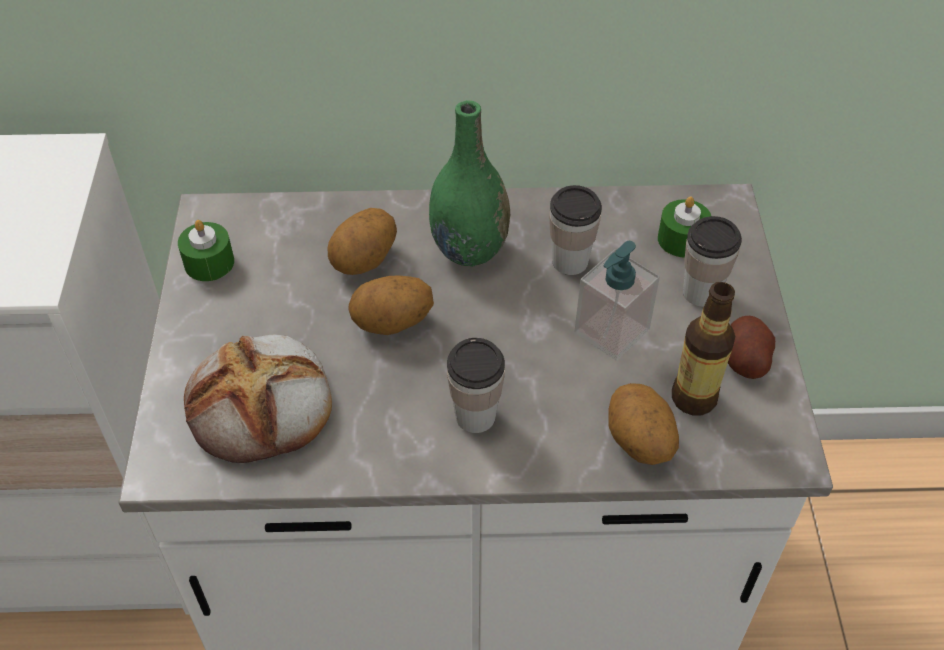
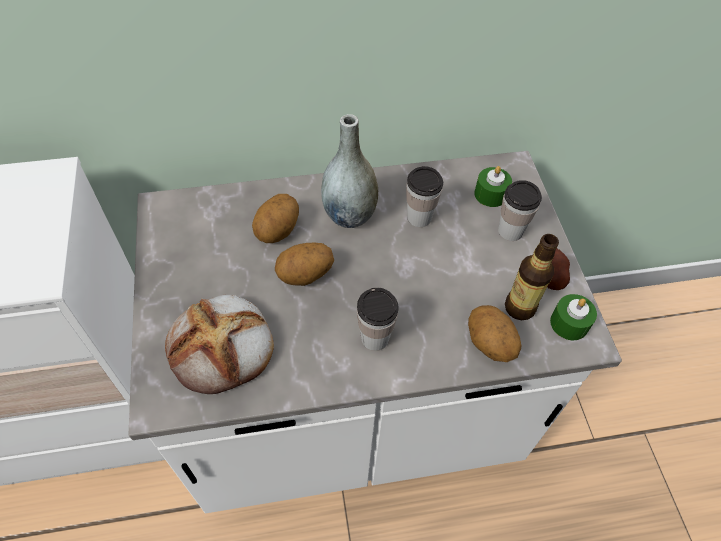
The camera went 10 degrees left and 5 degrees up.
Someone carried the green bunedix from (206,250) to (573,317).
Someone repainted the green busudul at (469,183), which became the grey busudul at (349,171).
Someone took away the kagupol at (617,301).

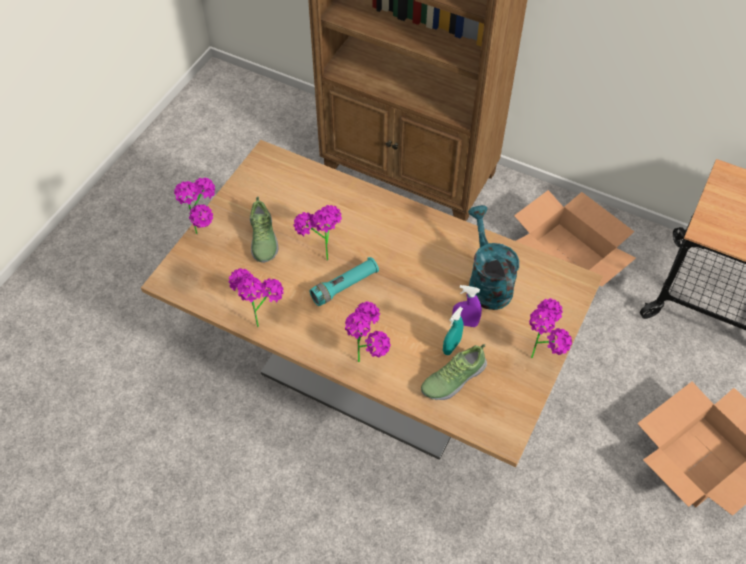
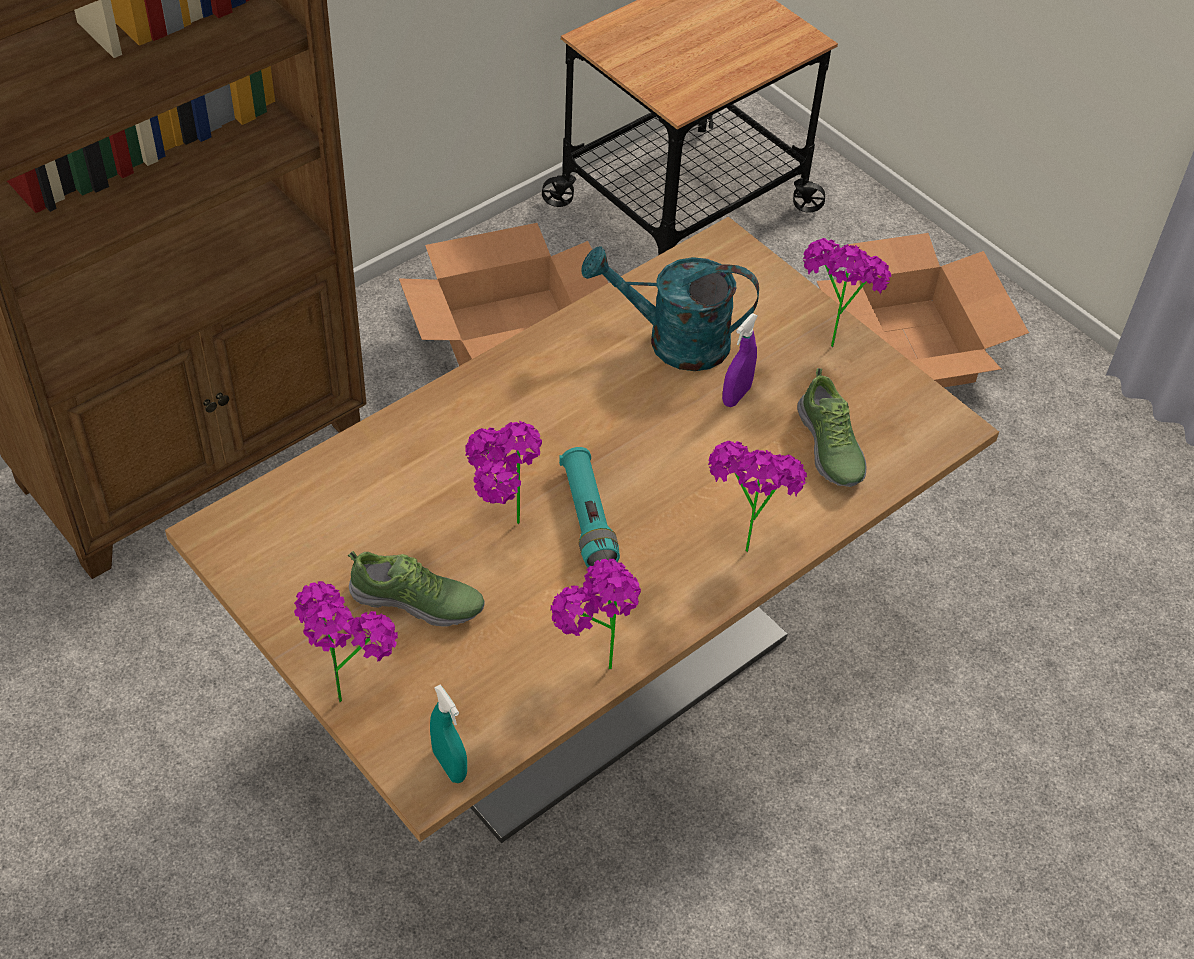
The camera went 70 degrees left and 5 degrees down.
Someone carried the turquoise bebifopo from (453,331) to (448,734).

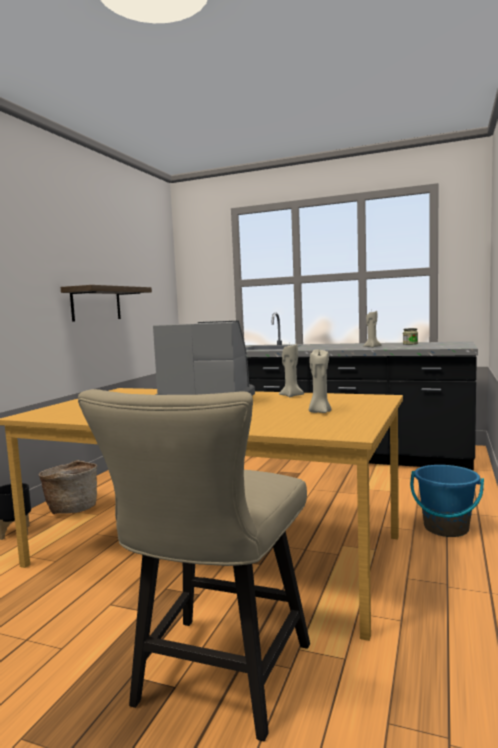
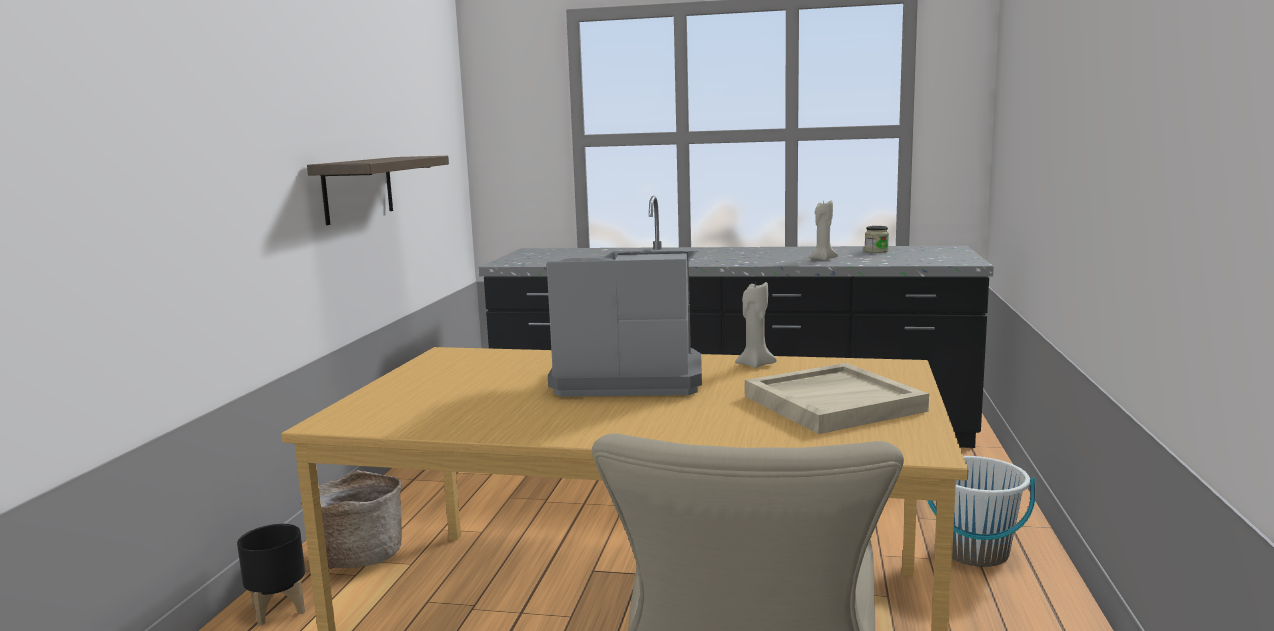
The camera went 10 degrees left and 5 degrees up.
Someone swapped the beige bunedix at (320,381) for the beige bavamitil at (837,398).
Someone repainted the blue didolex at (447,501), which became the white didolex at (981,511).

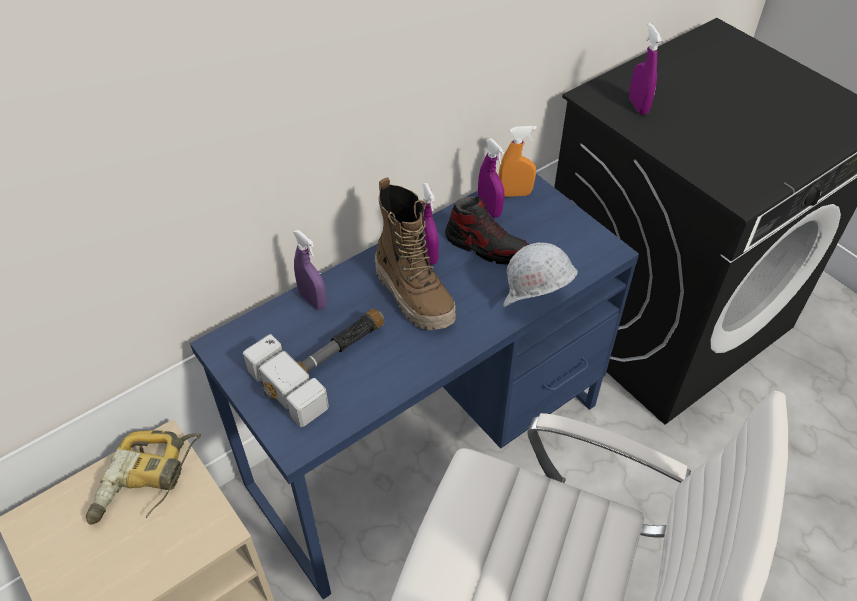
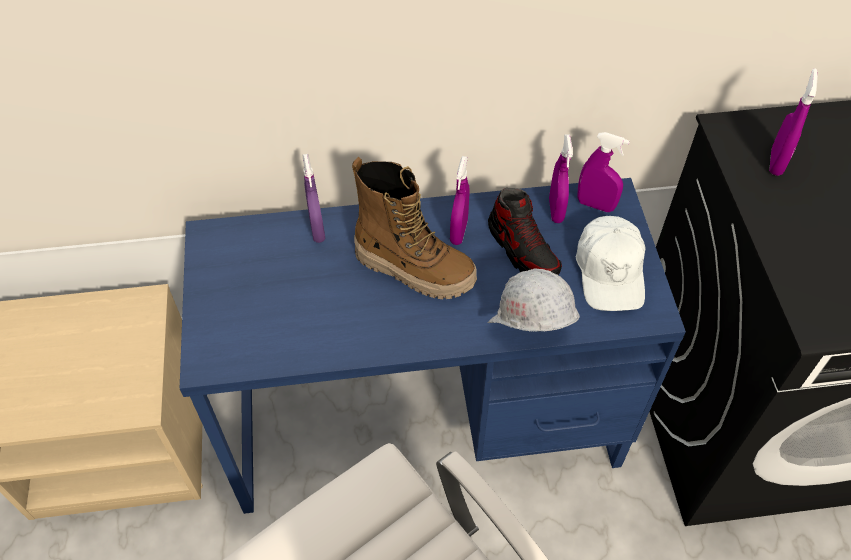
The camera went 30 degrees right and 5 degrees up.
Someone took away the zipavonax at (143,477).
Someone took away the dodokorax at (313,368).
Someone rotated the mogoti at (415,253) by 60 degrees counterclockwise.
Someone repainted the orange bebifopo at (517,161), which became the purple bebifopo at (604,172).
Someone put down the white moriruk at (610,263).

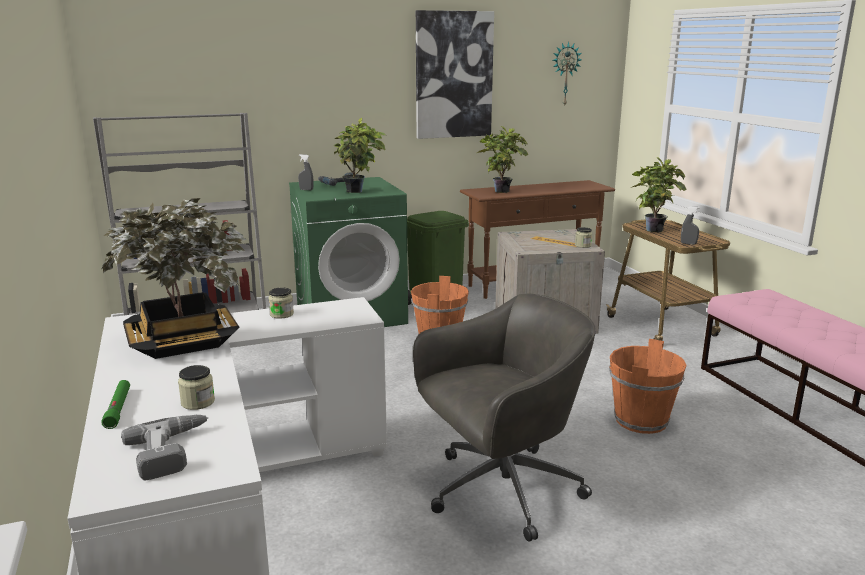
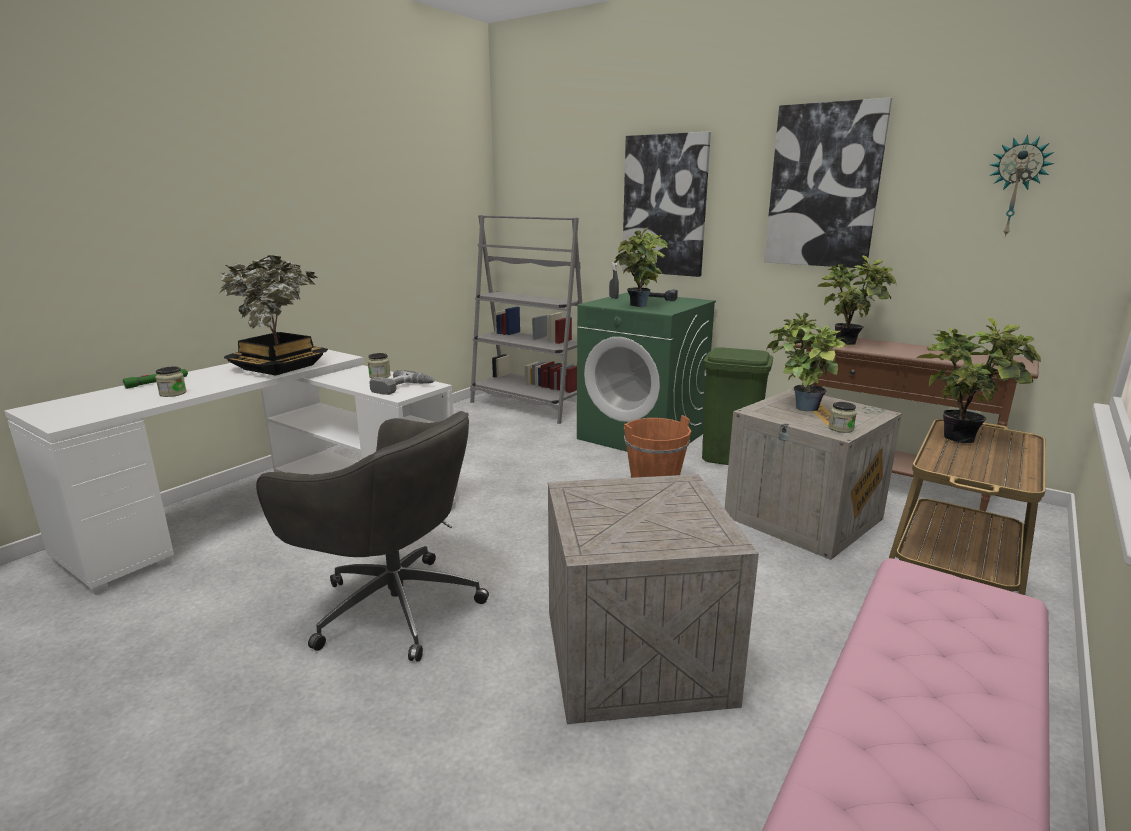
The camera went 55 degrees right and 0 degrees up.
Someone carried the zipavonax from (164,448) to (402,382).
Someone swapped the orange didolex at (647,386) for the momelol at (653,599).
Someone took away the grey bebifopo at (690,225).
Someone put up the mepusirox at (666,204).
Someone put down the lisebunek at (806,362).

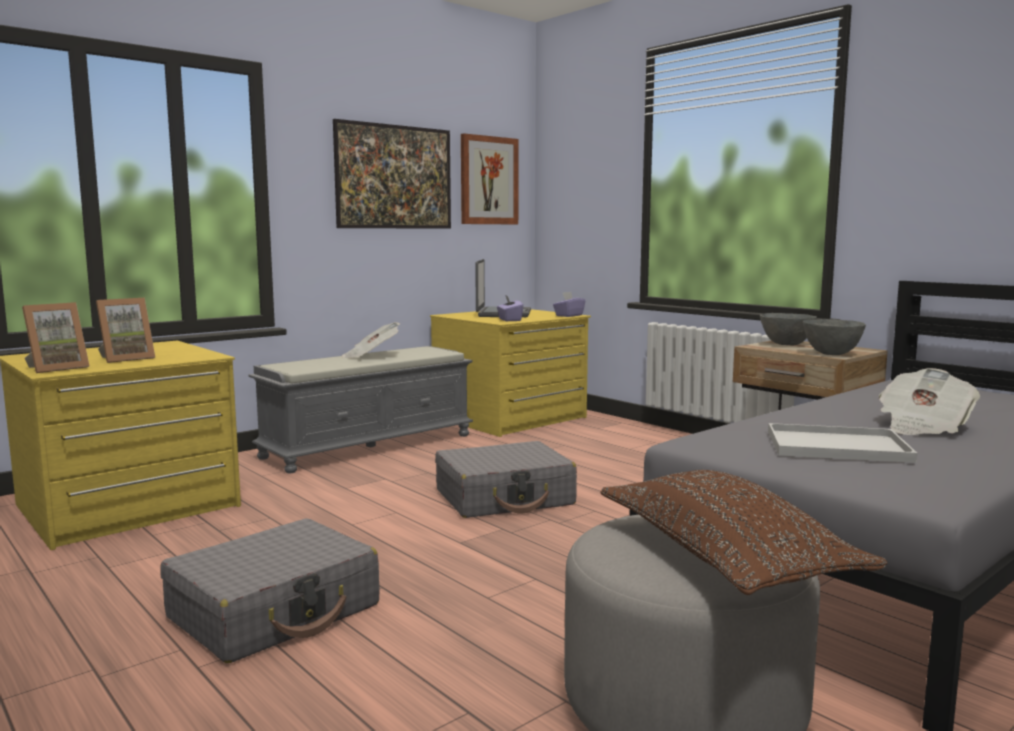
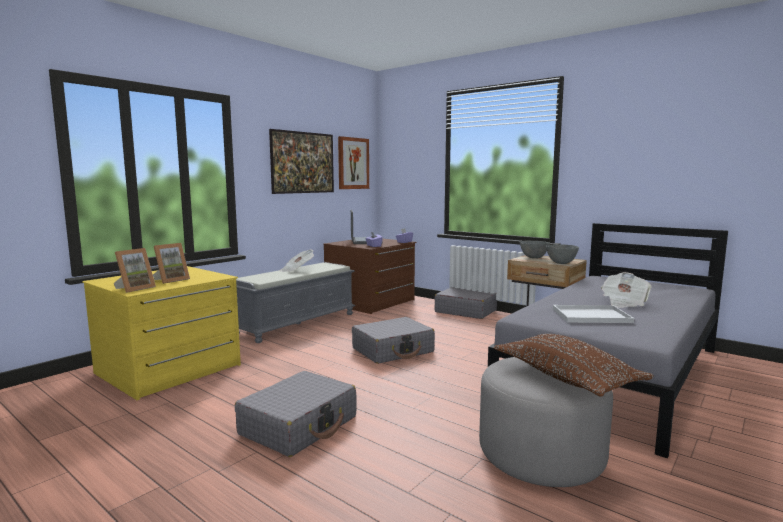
The camera went 10 degrees left and 0 degrees up.
Someone repainted the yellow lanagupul at (510,373), which became the brown lanagupul at (369,276).
Someone put down the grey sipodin at (465,303).

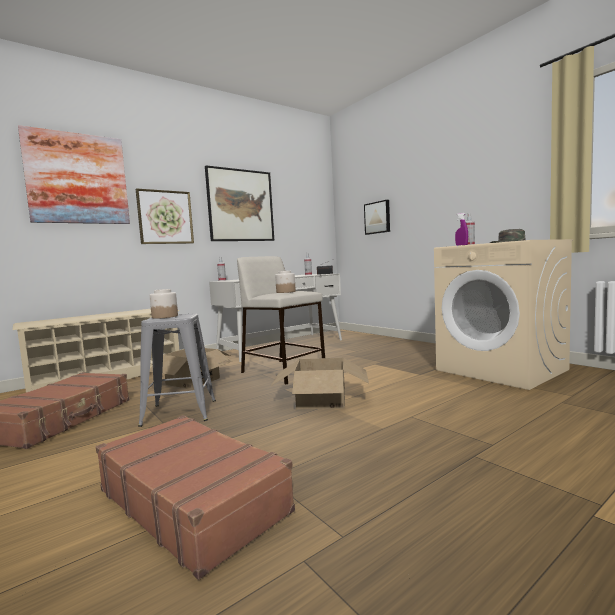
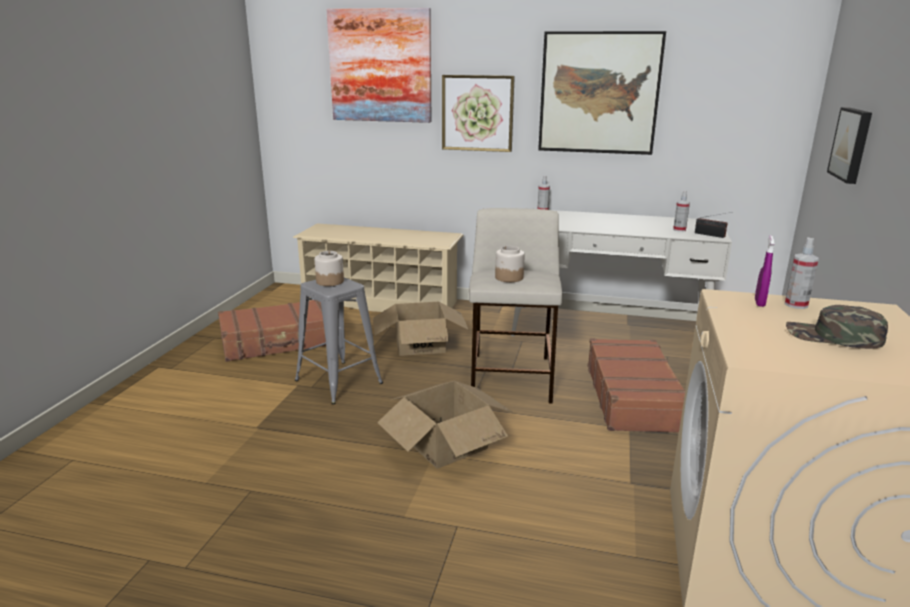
The camera went 50 degrees right and 15 degrees up.
Someone carried the brown sipodin from (195,497) to (636,385).

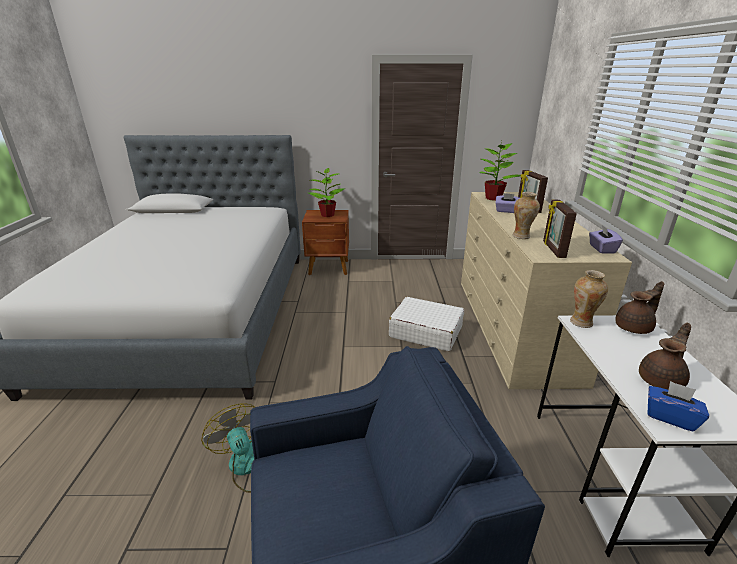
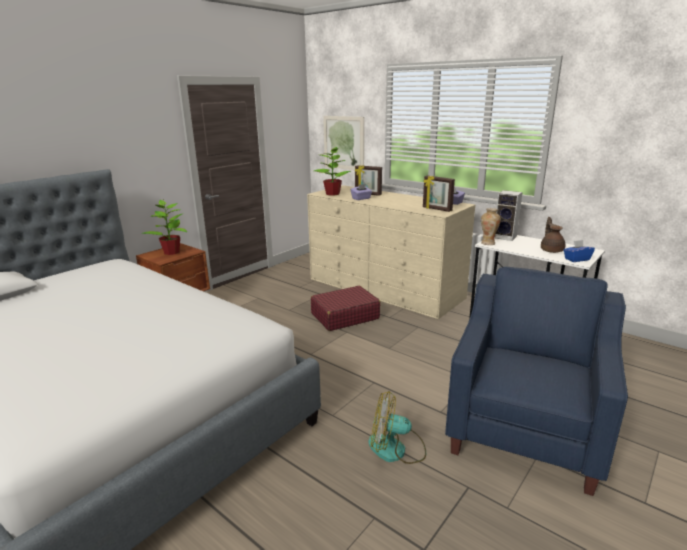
The camera went 50 degrees left and 5 degrees down.
Someone repainted the white sipodin at (426,324), which became the red sipodin at (346,308).
Someone took away the busudul at (526,215).
Someone swapped the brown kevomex at (639,307) for the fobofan at (509,215).
Someone put up the mepusirox at (343,143).

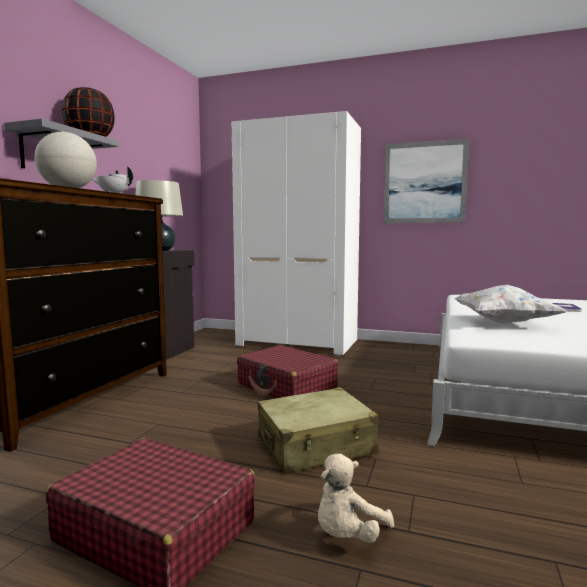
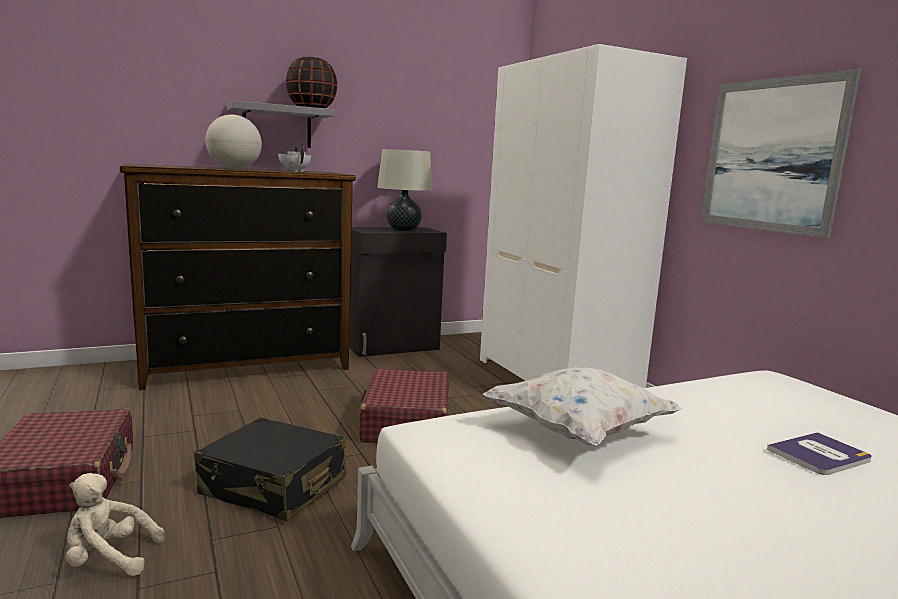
The camera went 45 degrees right and 5 degrees up.
Someone repainted the beige sipodin at (318,430), which became the black sipodin at (270,469).

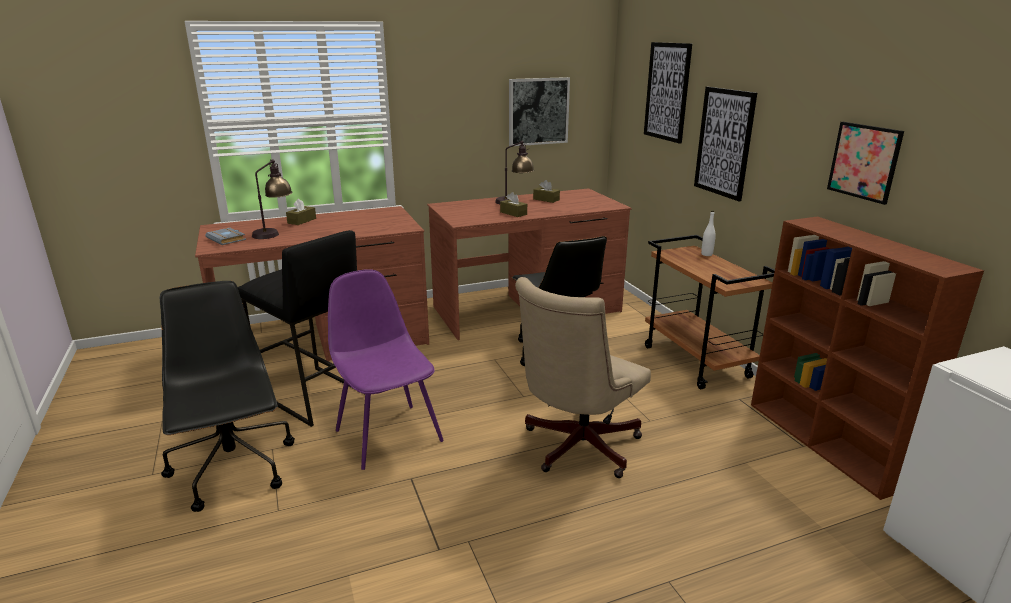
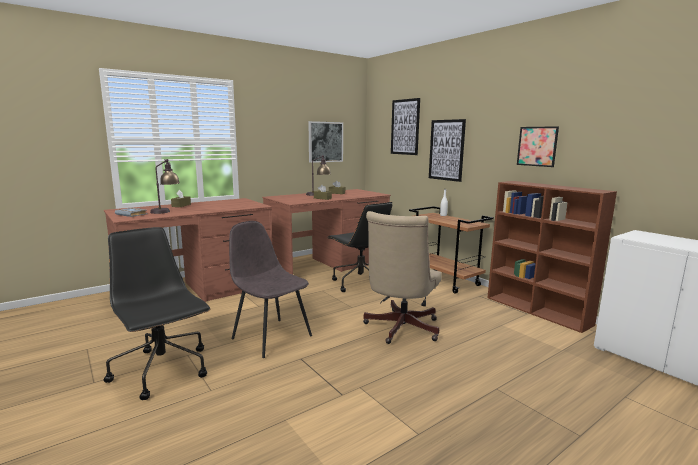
The camera went 15 degrees left and 10 degrees down.
Someone took away the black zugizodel at (297,328).
Someone repainted the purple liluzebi at (386,369), which became the grey liluzebi at (270,289).

